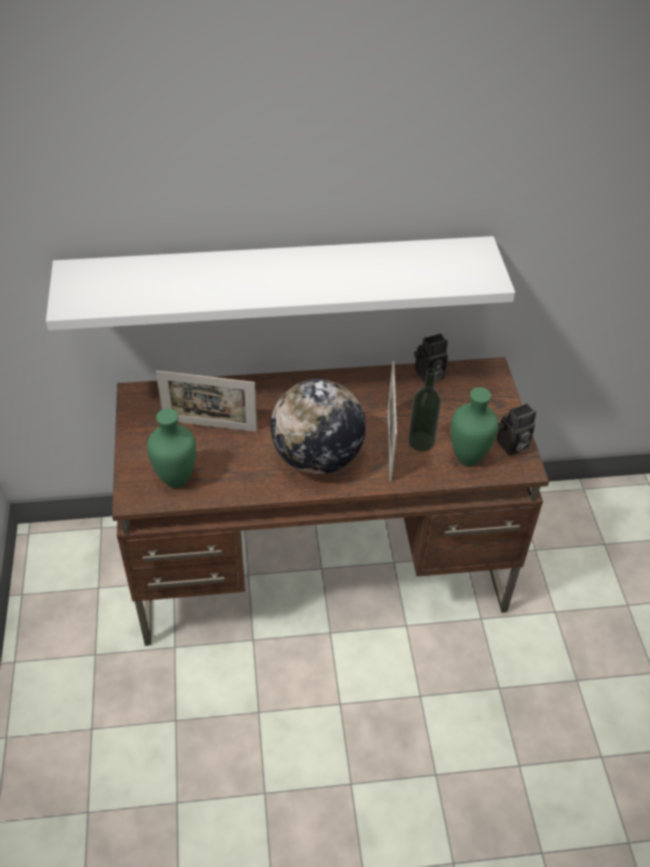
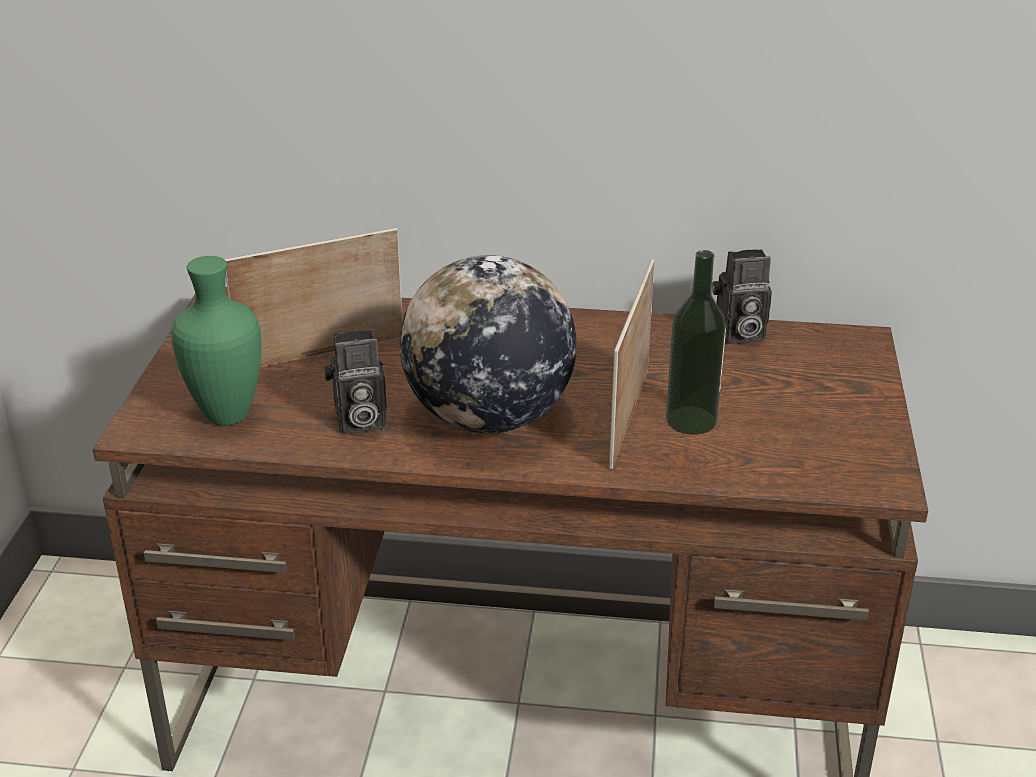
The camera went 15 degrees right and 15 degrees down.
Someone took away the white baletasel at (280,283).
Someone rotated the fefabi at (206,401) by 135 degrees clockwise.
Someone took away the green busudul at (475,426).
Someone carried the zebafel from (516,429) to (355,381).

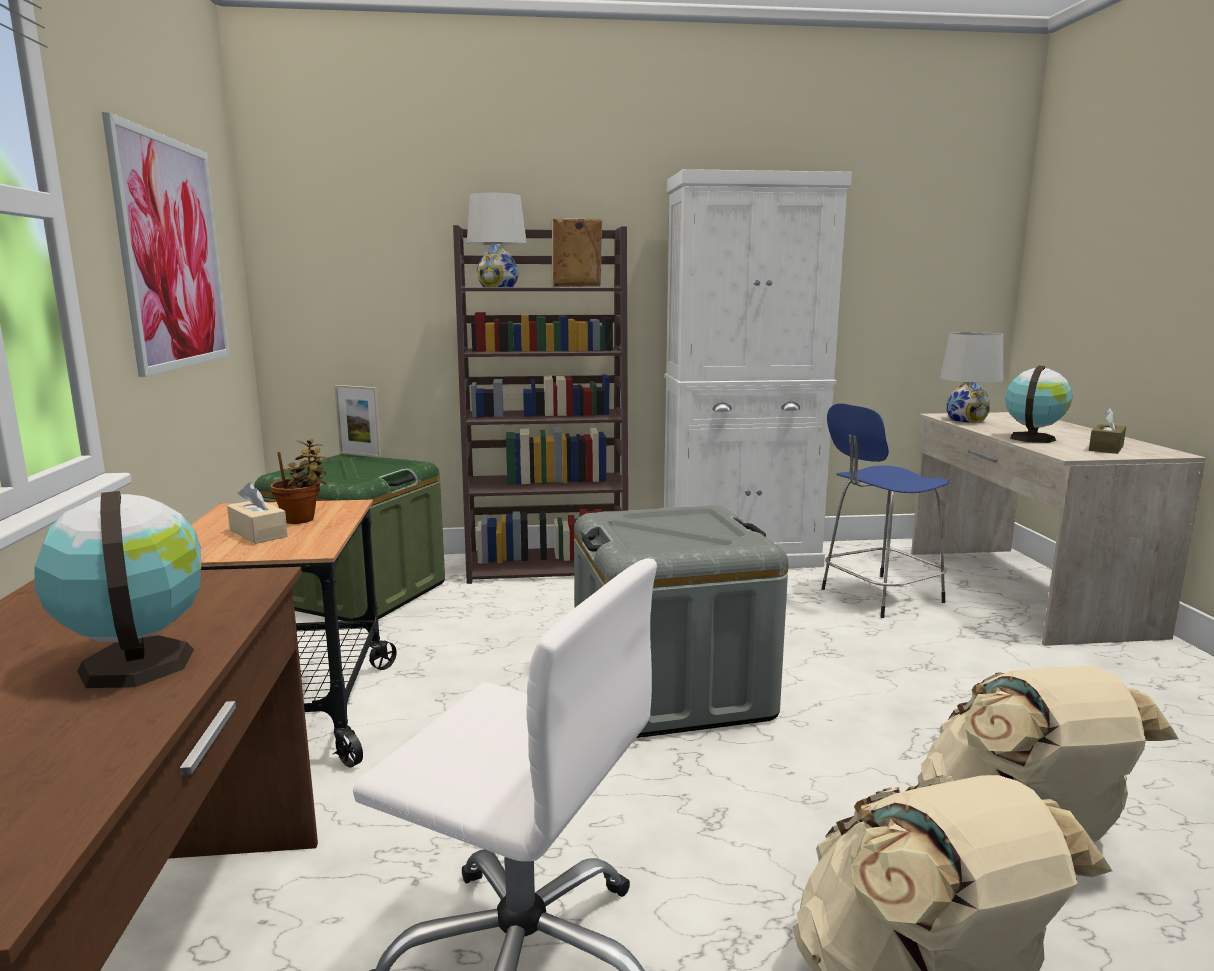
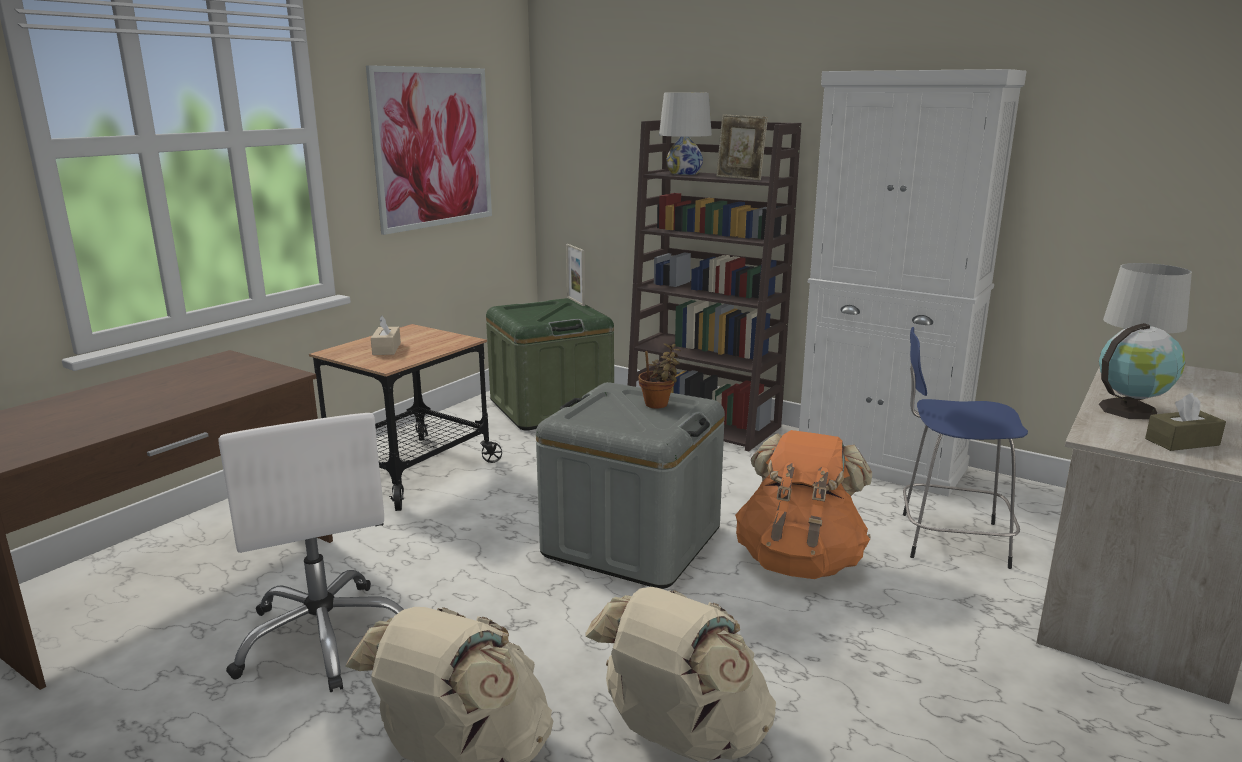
The camera went 40 degrees right and 5 degrees up.
Someone took away the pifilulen at (118,589).
Someone carried the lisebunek from (299,481) to (660,375).
Someone rotated the fefabi at (577,252) by 150 degrees counterclockwise.
Someone put down the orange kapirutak at (803,504).

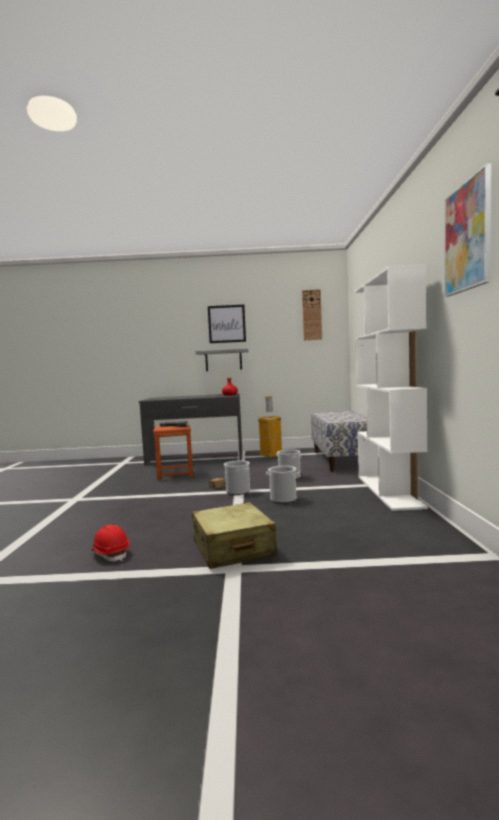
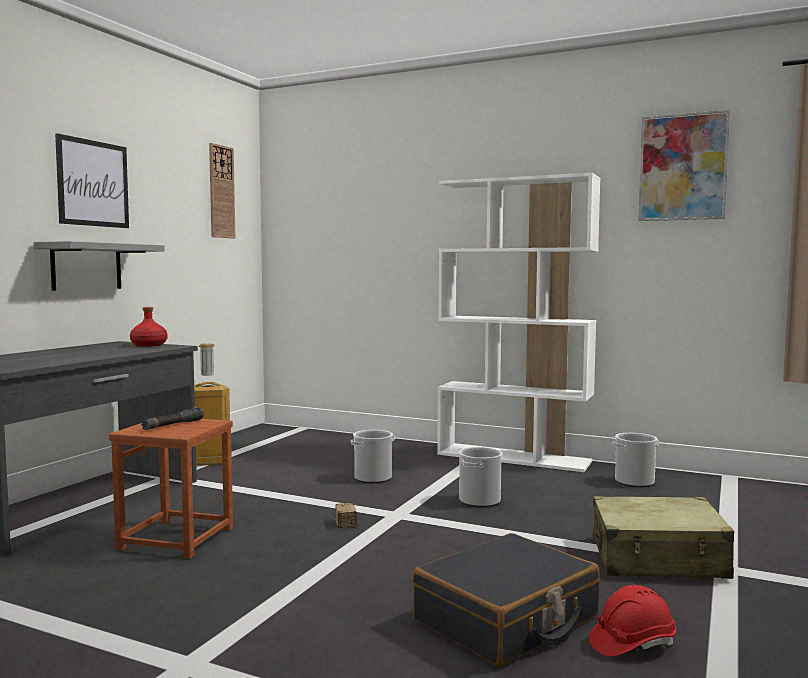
The camera went 65 degrees left and 0 degrees up.
Someone carried the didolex from (237,478) to (636,460).
Someone took away the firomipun at (339,441).
Someone put down the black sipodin at (506,599).

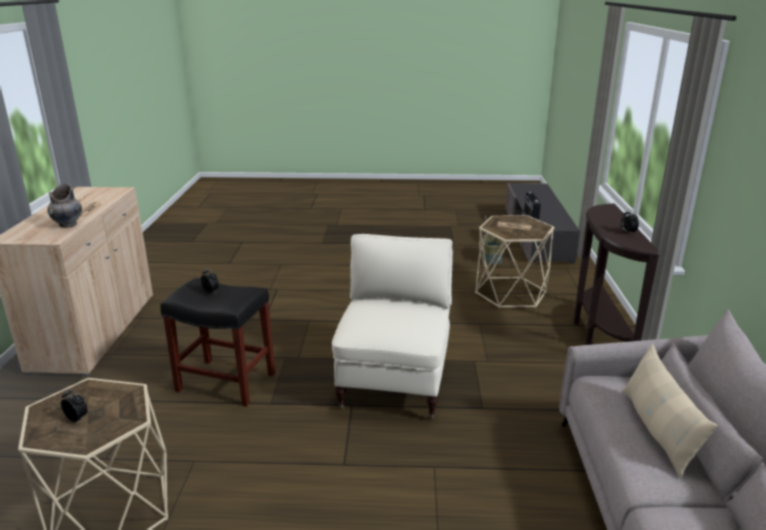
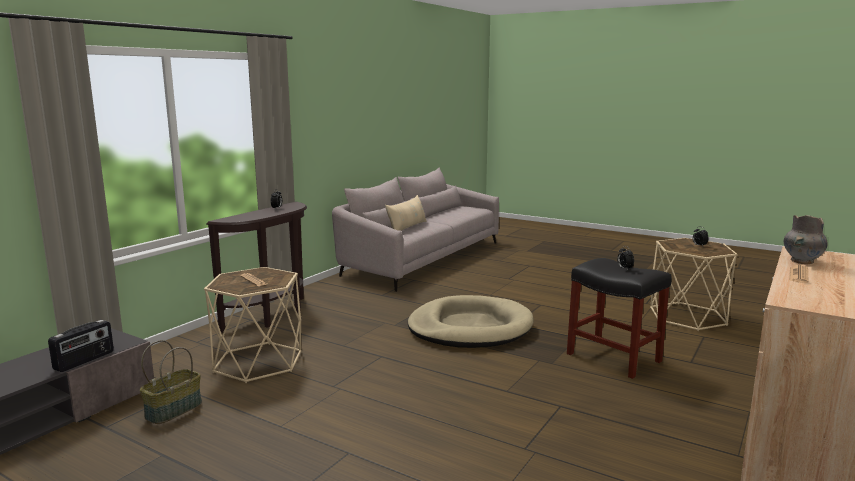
The camera went 150 degrees left and 10 degrees down.
Someone swapped the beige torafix at (392,326) for the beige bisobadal at (470,321).

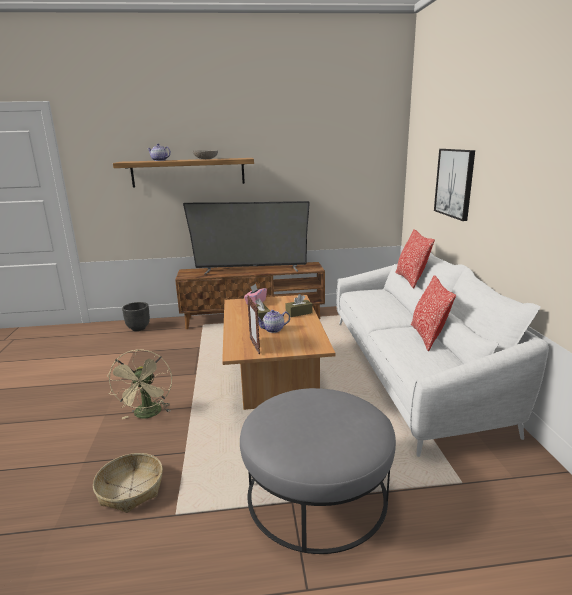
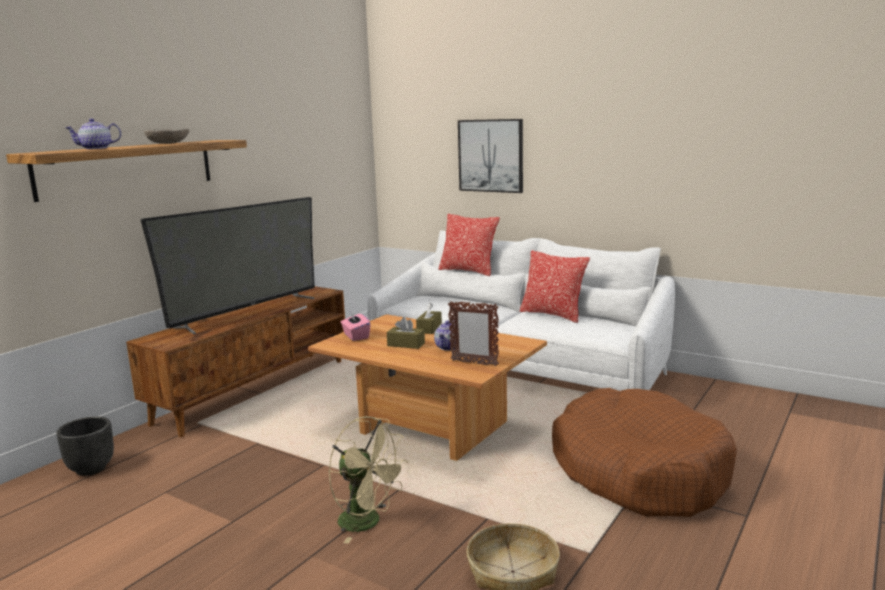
The camera went 50 degrees left and 5 degrees down.
Someone swapped the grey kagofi at (318,471) for the brown bisobadal at (644,452).

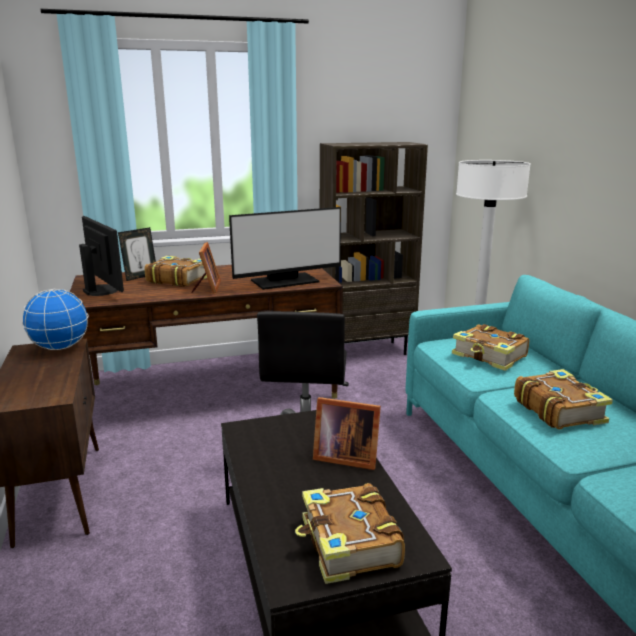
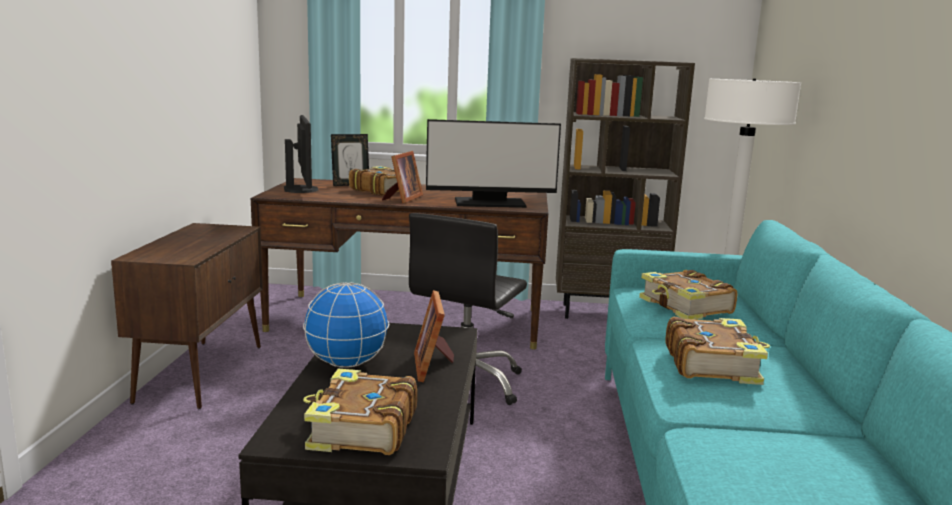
The camera went 20 degrees right and 5 degrees down.
Someone carried the pifilulen from (55,319) to (346,325).
Someone rotated the fefabi at (347,433) by 45 degrees clockwise.

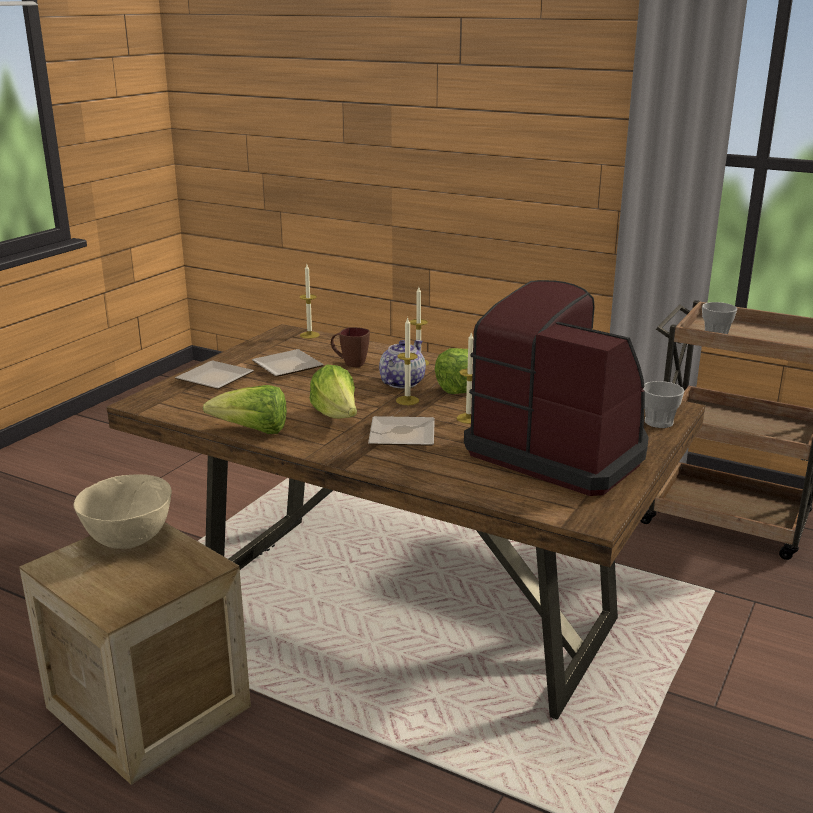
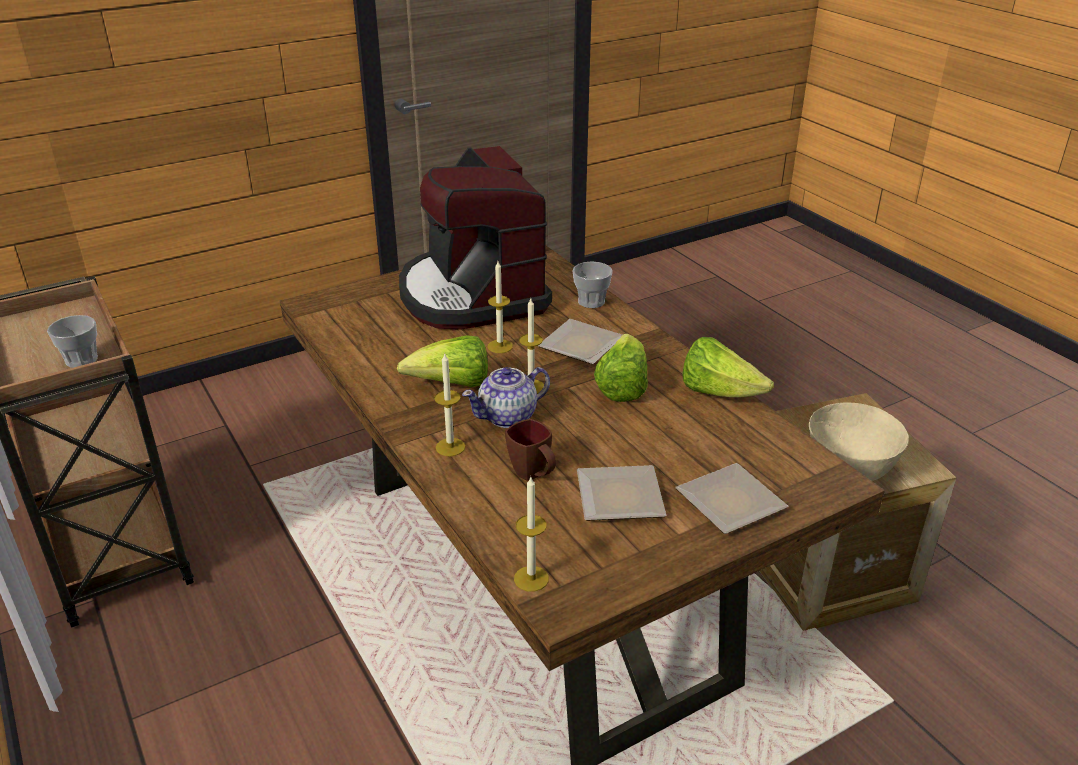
The camera went 150 degrees left and 10 degrees up.
Someone carried the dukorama from (663,404) to (592,284).

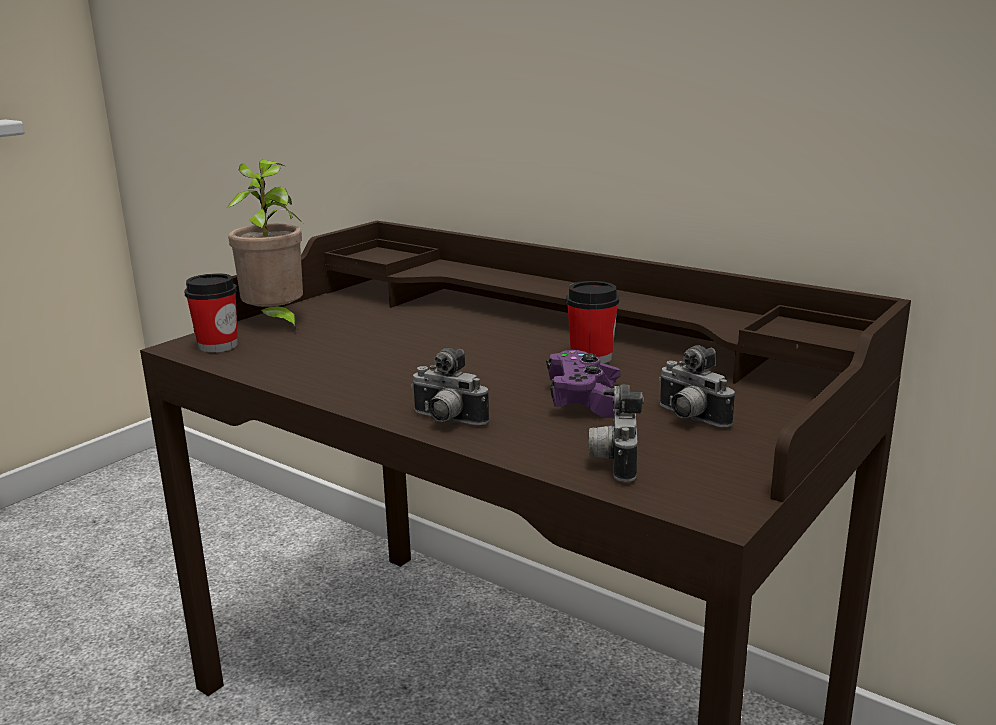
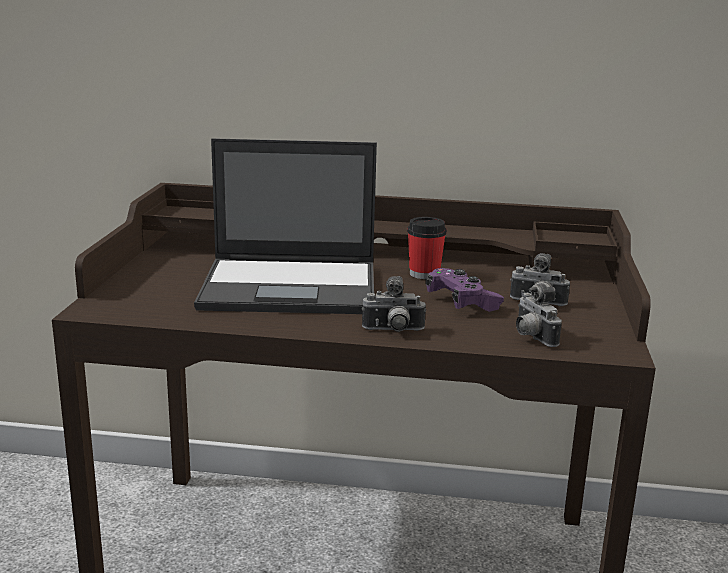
The camera went 30 degrees left and 0 degrees up.
Someone took away the dukorama at (211,313).
Someone took away the lisebunek at (265,245).
Someone put down the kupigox at (285,226).

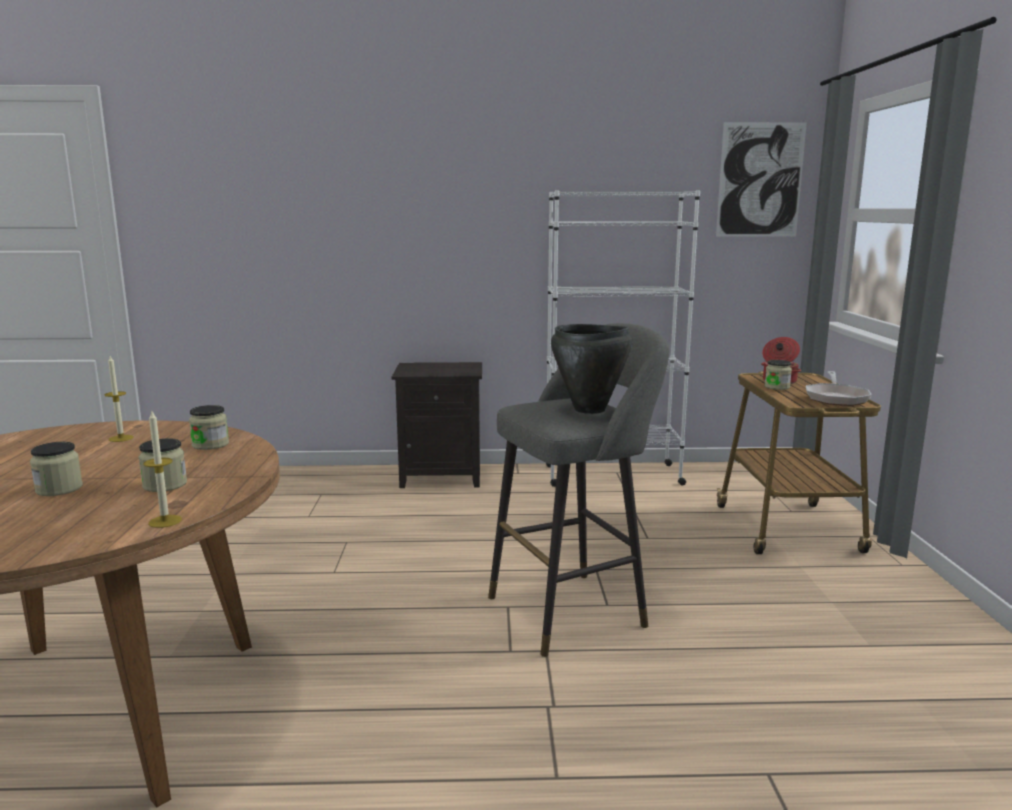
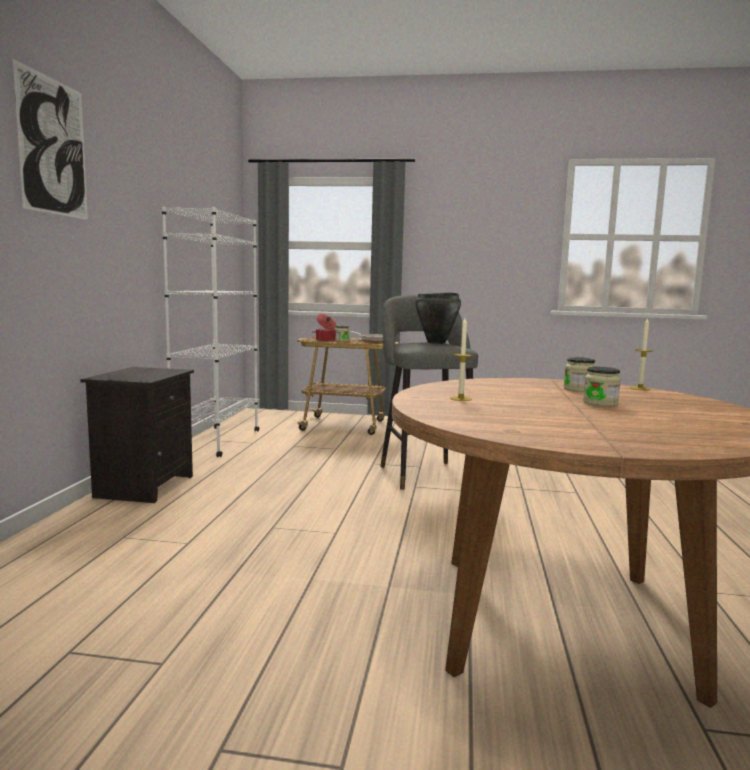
The camera went 80 degrees left and 5 degrees down.
Someone took away the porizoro at (209,427).
Someone carried the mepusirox from (761,179) to (50,139).

